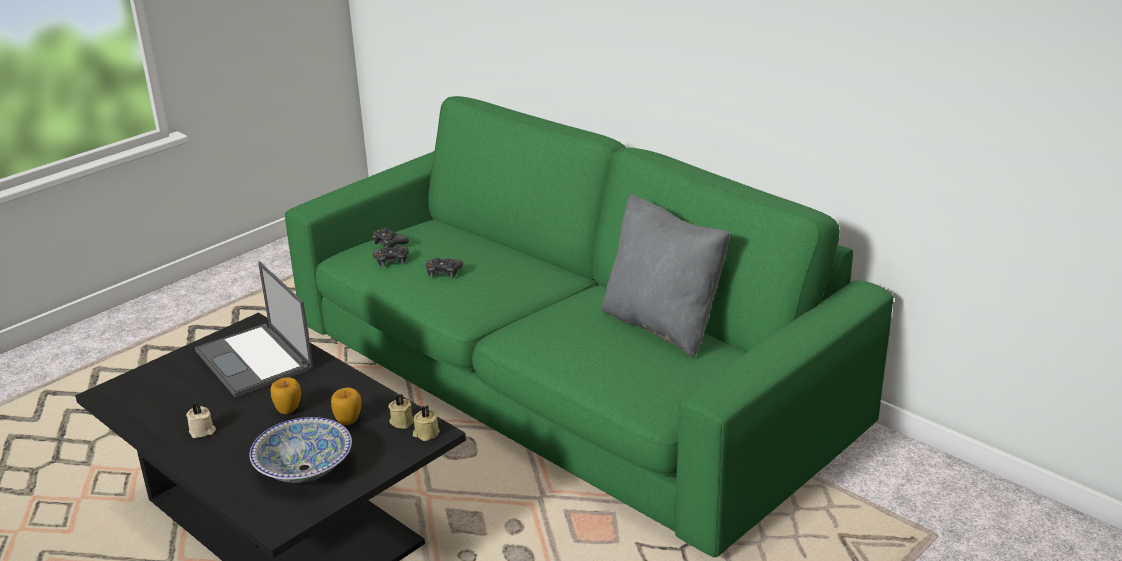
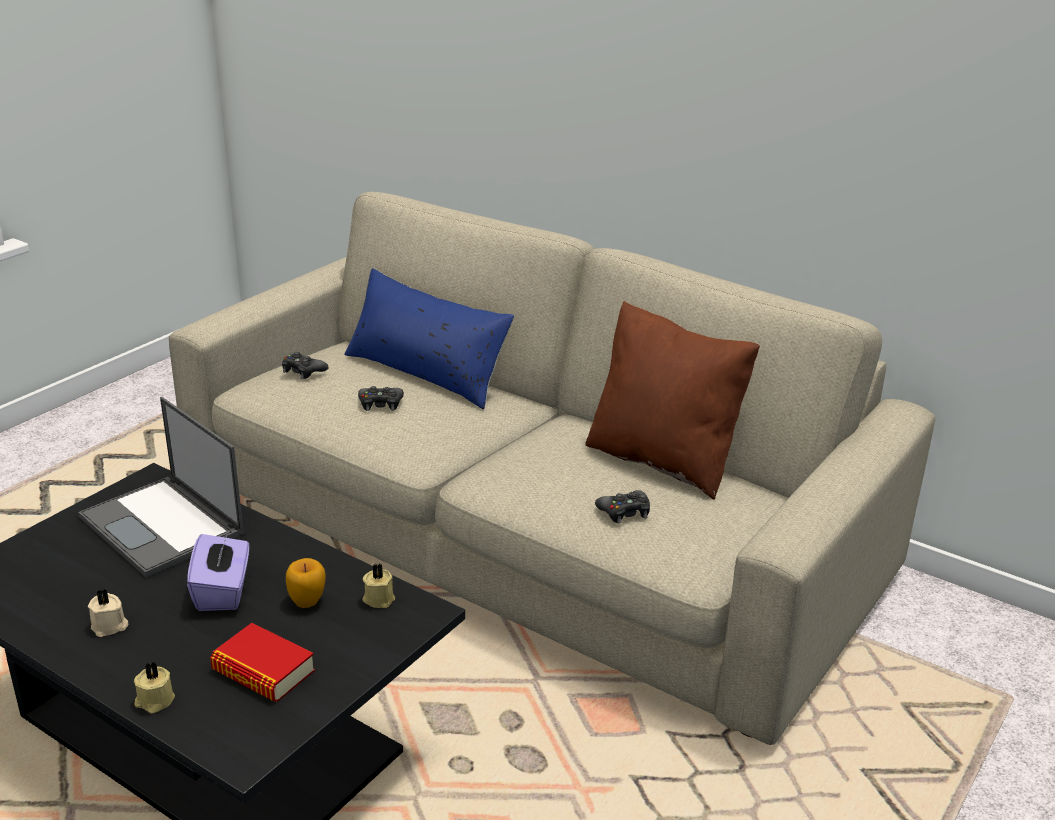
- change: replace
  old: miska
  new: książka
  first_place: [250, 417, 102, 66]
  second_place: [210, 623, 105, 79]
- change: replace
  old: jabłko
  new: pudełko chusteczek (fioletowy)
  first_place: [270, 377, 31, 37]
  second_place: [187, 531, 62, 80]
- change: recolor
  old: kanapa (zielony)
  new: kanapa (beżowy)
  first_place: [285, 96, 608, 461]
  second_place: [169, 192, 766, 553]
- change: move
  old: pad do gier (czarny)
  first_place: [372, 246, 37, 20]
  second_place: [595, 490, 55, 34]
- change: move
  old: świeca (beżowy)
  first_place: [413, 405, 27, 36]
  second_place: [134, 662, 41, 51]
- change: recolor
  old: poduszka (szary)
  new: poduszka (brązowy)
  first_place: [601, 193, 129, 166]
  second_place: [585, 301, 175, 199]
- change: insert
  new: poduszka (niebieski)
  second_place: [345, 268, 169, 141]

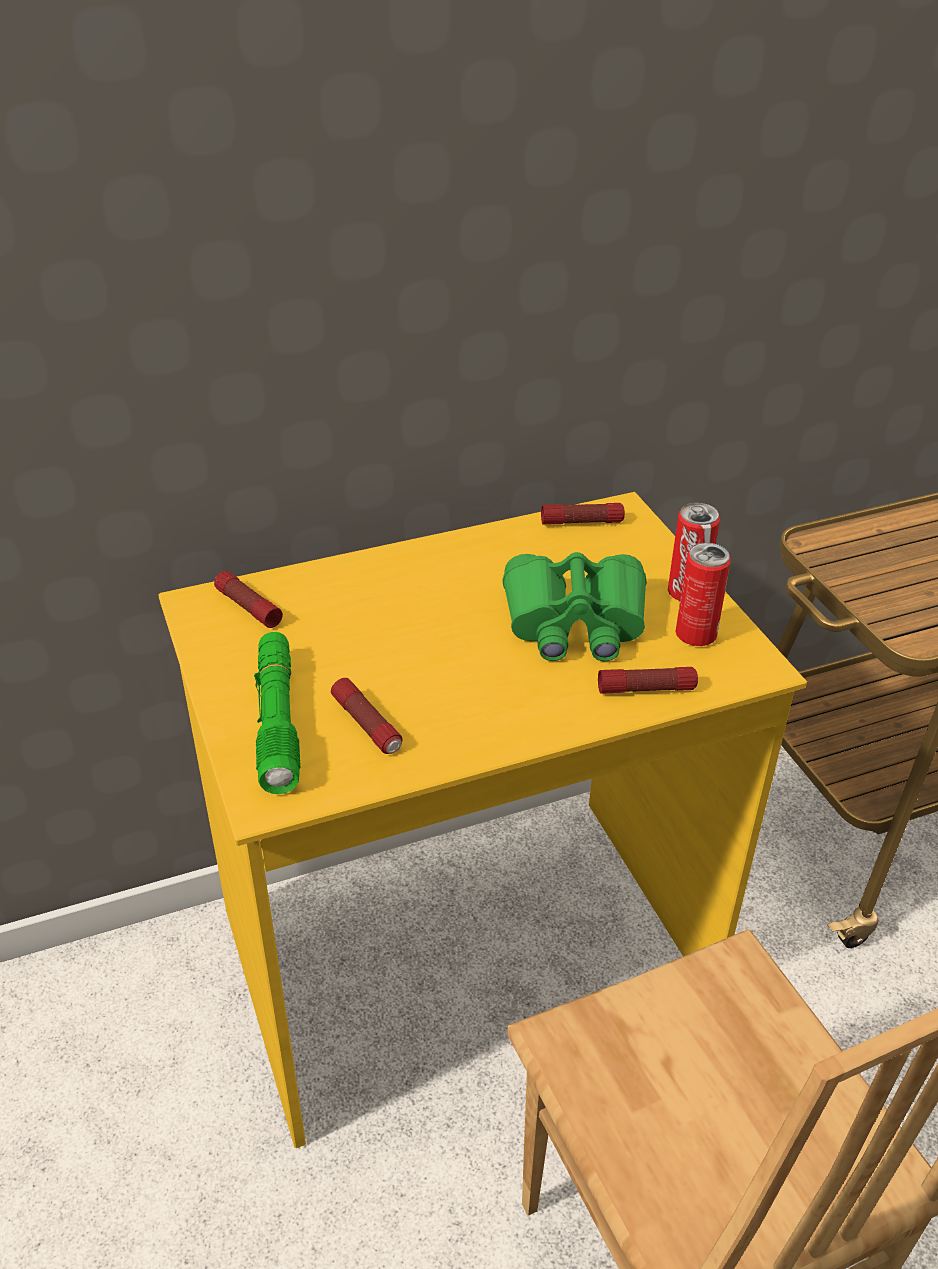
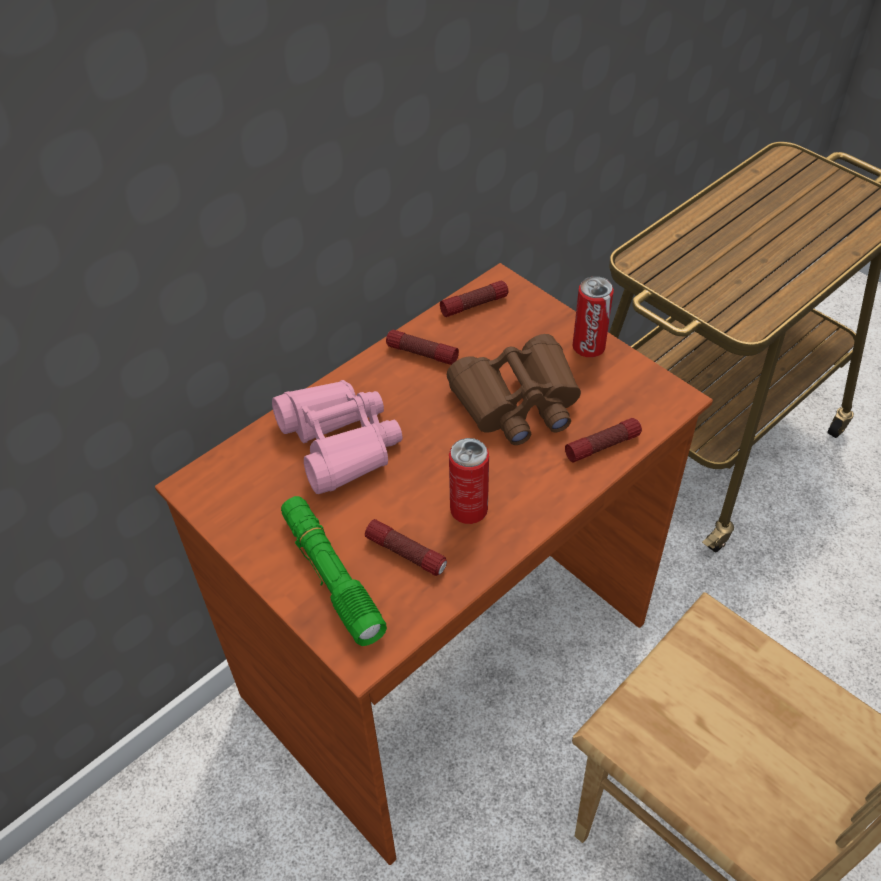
- change: recolor
  old: biurko (żółty)
  new: biurko (brązowy)
  first_place: [158, 492, 649, 656]
  second_place: [155, 263, 558, 602]
- change: move
  old: latarka
  first_place: [214, 571, 69, 57]
  second_place: [386, 330, 73, 35]
- change: recolor
  old: lornetka (zielony)
  new: lornetka (brązowy)
  first_place: [503, 552, 144, 109]
  second_place: [447, 334, 134, 111]
- change: move
  old: puszka
  first_place: [675, 542, 56, 104]
  second_place: [449, 438, 40, 86]
- change: insert
  new: lornetka (różowy)
  second_place: [272, 380, 130, 114]

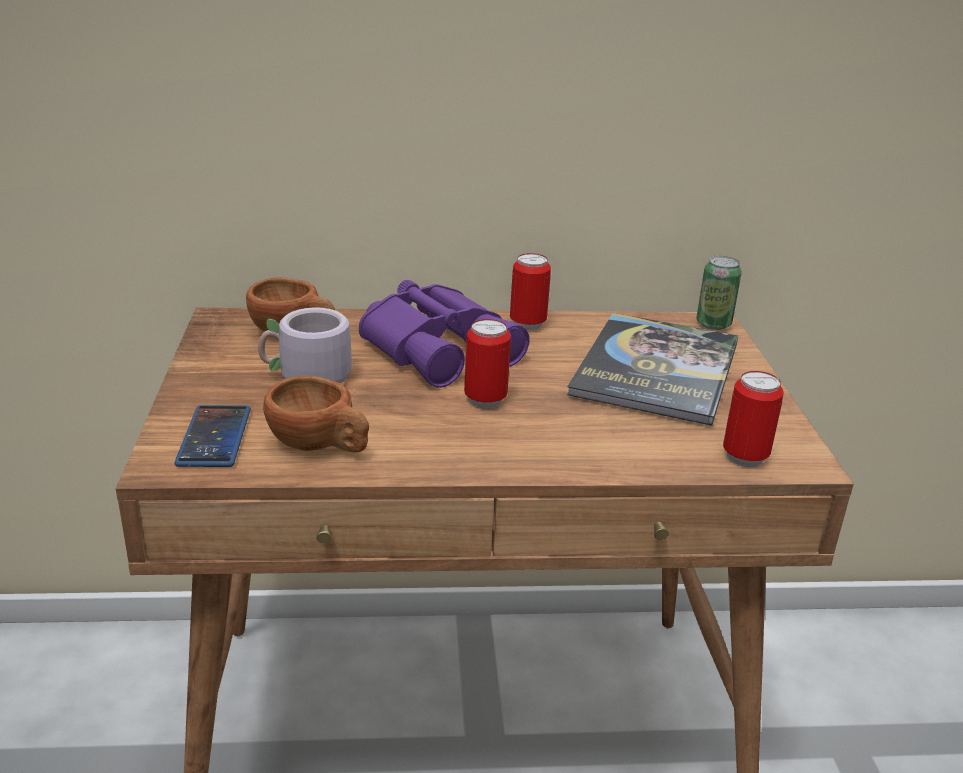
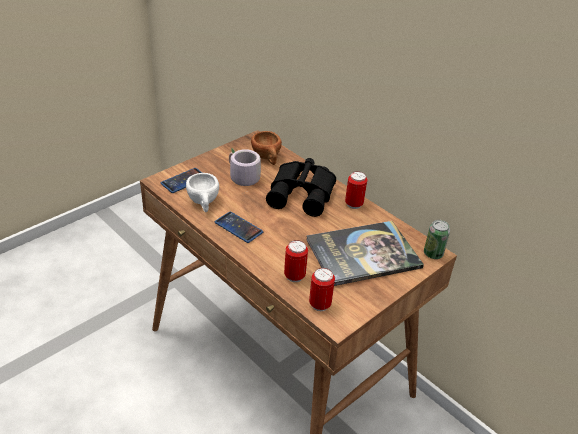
- change: recolor
  old: filiżanka (brązowy)
  new: filiżanka (biały)
  first_place: [263, 375, 106, 78]
  second_place: [186, 173, 33, 39]
- change: recolor
  old: lornetka (fioletowy)
  new: lornetka (czarny)
  first_place: [359, 280, 170, 108]
  second_place: [266, 158, 70, 59]
- change: move
  old: puszka
  first_place: [464, 319, 47, 89]
  second_place: [284, 240, 24, 42]
- change: insert
  new: telefon
  second_place: [215, 211, 49, 32]

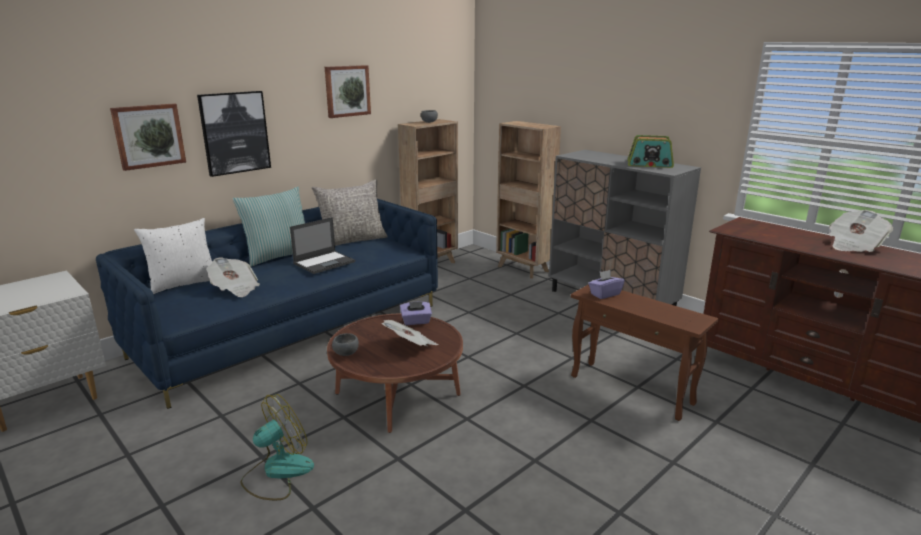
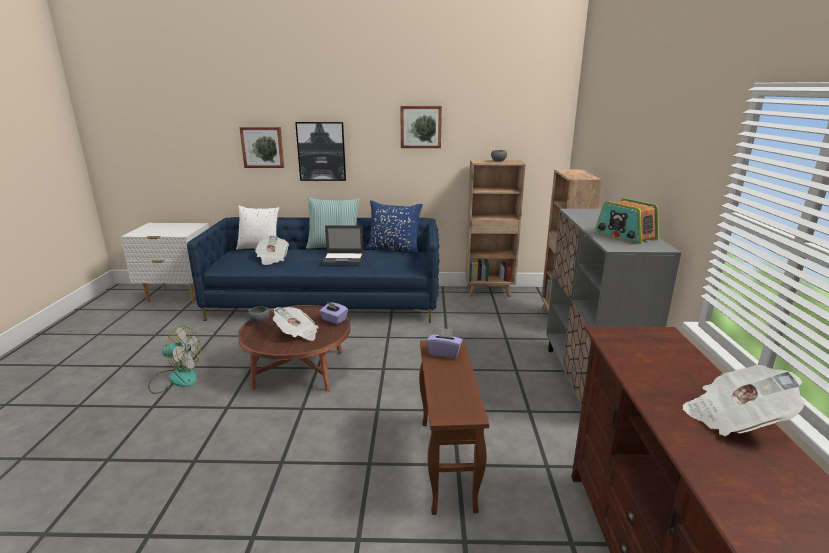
- change: recolor
  old: poduszka (szary)
  new: poduszka (niebieski)
  first_place: [312, 179, 76, 67]
  second_place: [365, 200, 58, 54]

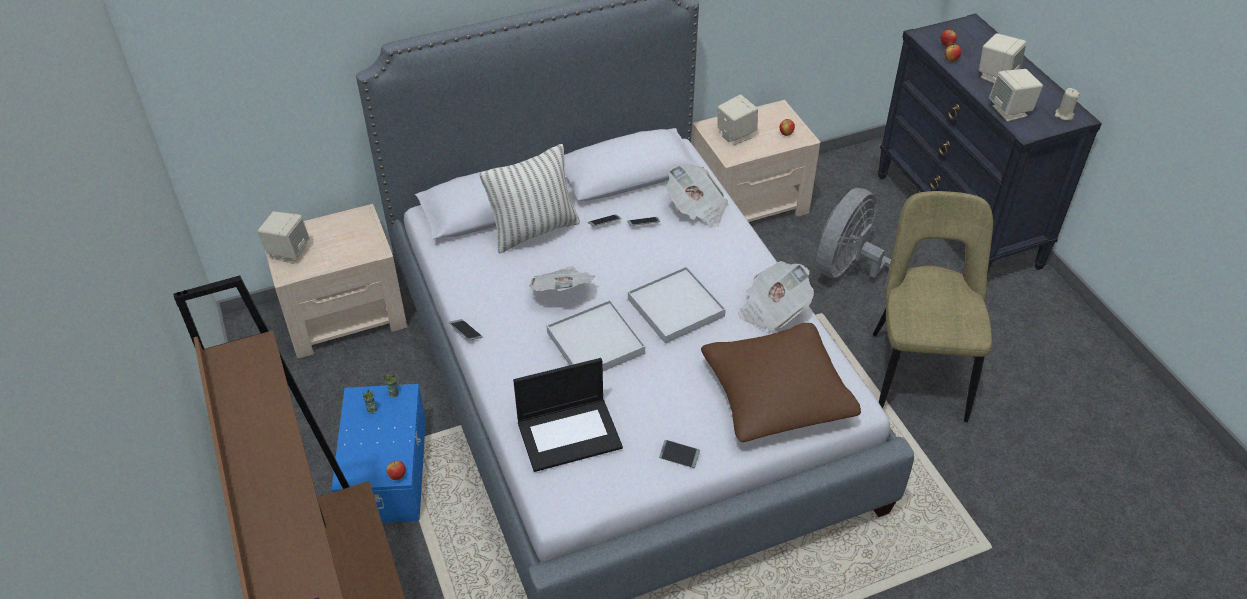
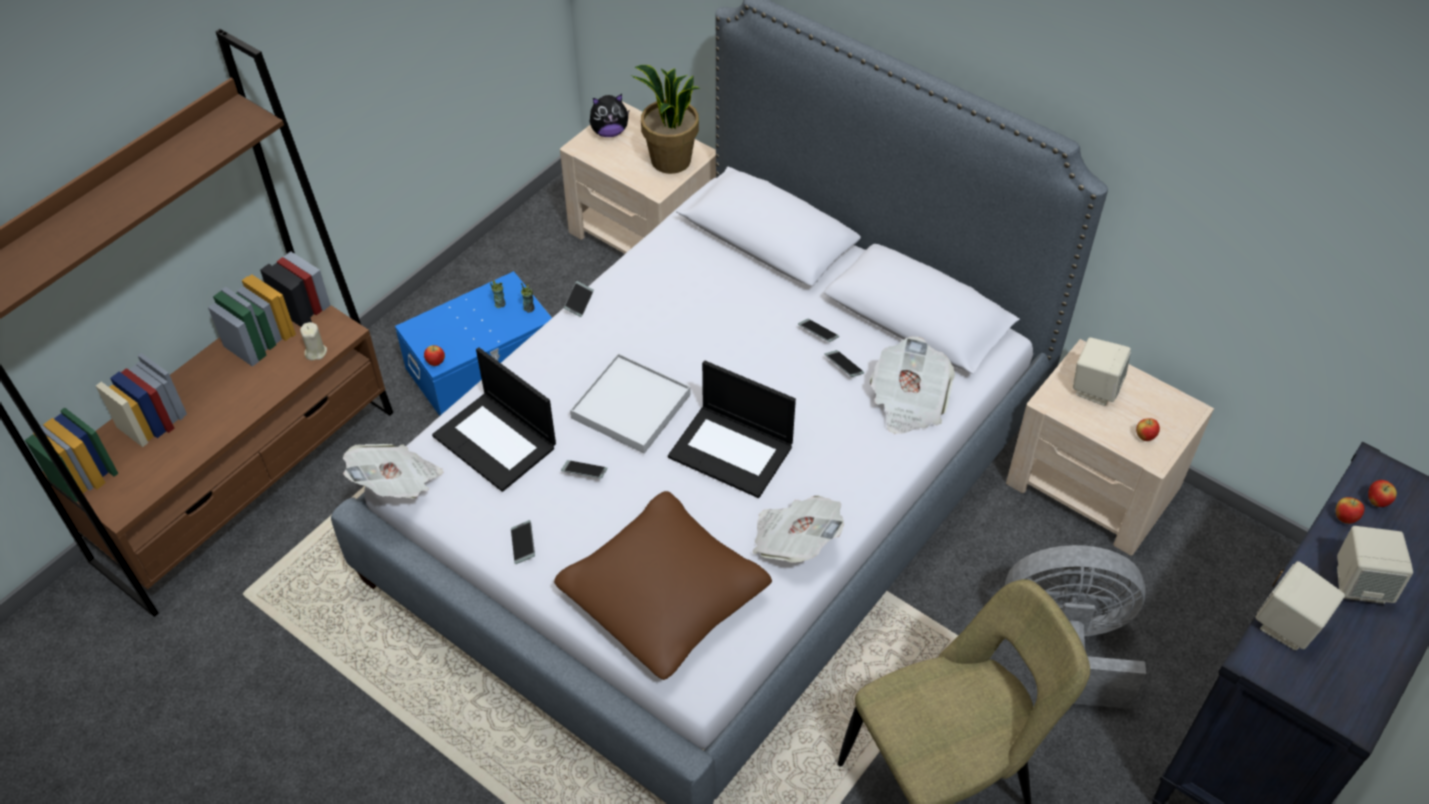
- change: replace
  old: głośnik (beżowy)
  new: pluszak
  first_place: [258, 211, 52, 53]
  second_place: [590, 94, 40, 43]
- change: delete
  old: poduszka
  first_place: [480, 144, 100, 109]
- change: move
  old: gazeta
  first_place: [529, 267, 66, 24]
  second_place: [343, 444, 100, 55]
- change: replace
  old: taca (biały)
  new: laptop
  first_place: [628, 266, 98, 78]
  second_place: [668, 360, 128, 138]
- change: move
  old: świeca (beżowy)
  first_place: [1055, 88, 25, 32]
  second_place: [300, 322, 27, 39]
- change: insert
  new: telefon
  second_place: [561, 460, 46, 18]
- change: insert
  new: roślina doniczkowa
  second_place: [631, 65, 69, 109]

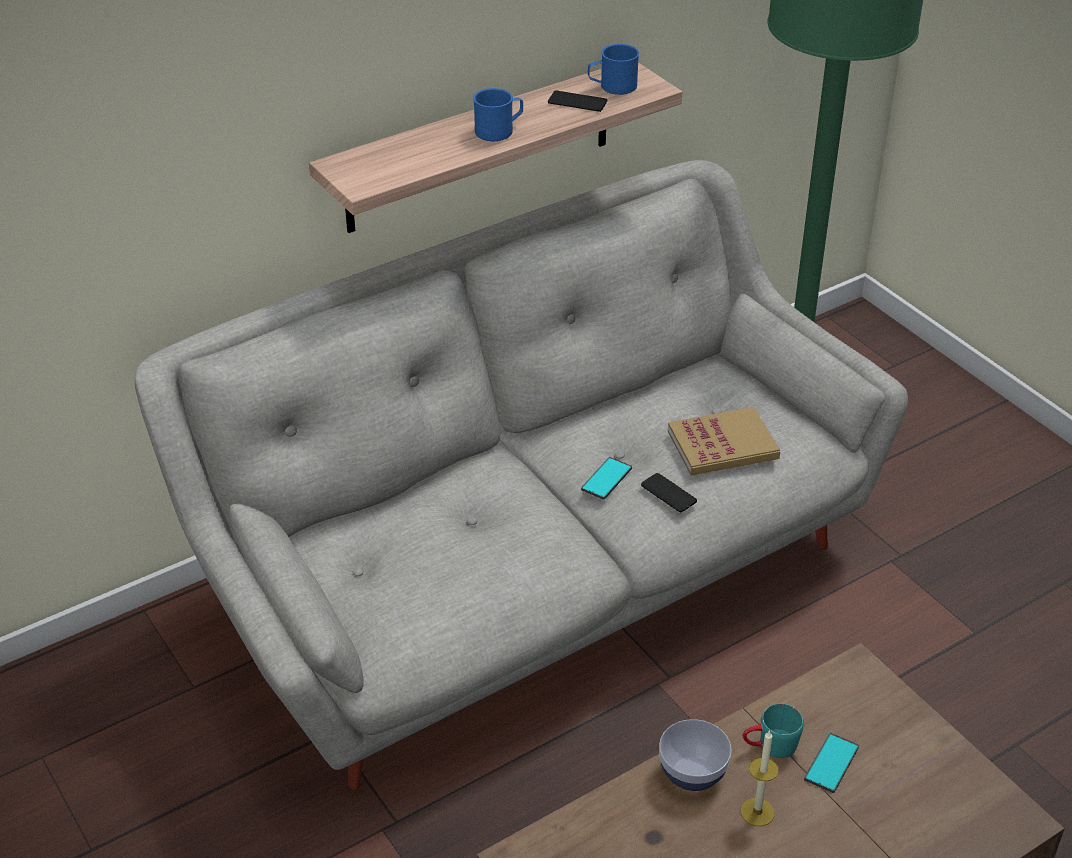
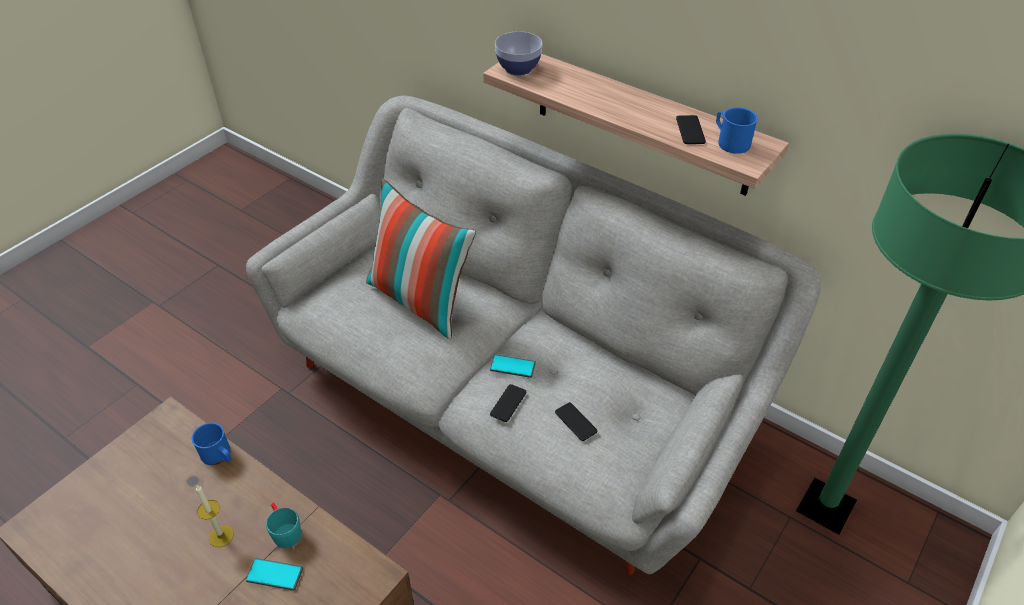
- change: move
  old: kubek (niebieski)
  first_place: [473, 88, 50, 53]
  second_place: [192, 422, 39, 43]
- change: move
  old: miska
  first_place: [659, 719, 73, 72]
  second_place: [495, 31, 48, 44]
- change: replace
  old: książka
  new: telefon
  first_place: [668, 407, 112, 69]
  second_place: [555, 402, 42, 39]
- change: insert
  new: poduszka
  second_place: [366, 179, 110, 161]

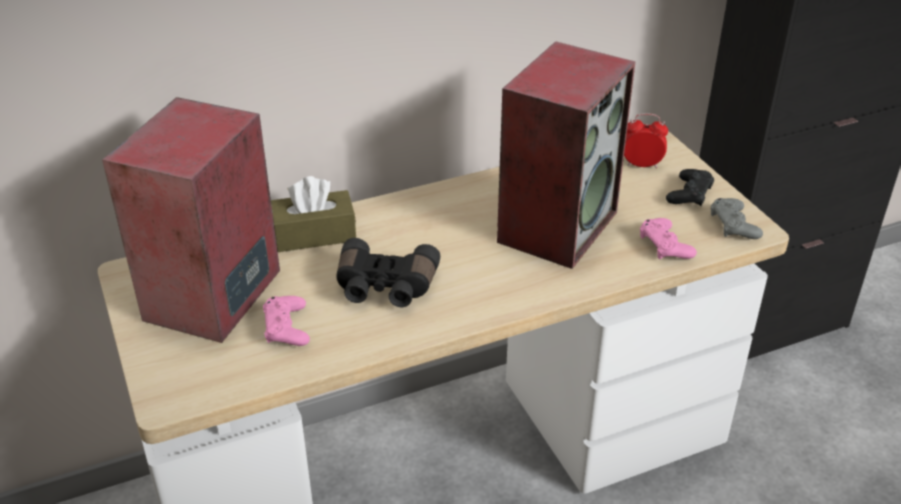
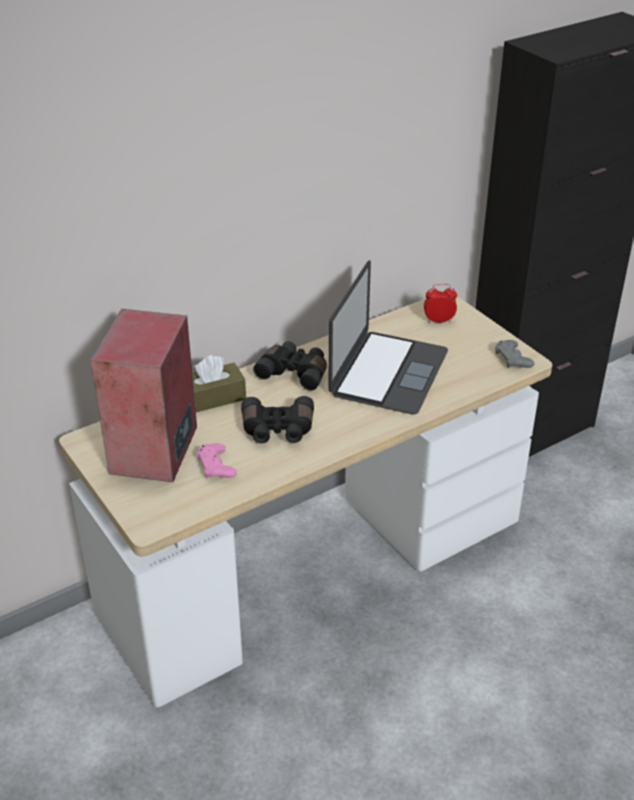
- change: replace
  old: głośnik
  new: laptop
  first_place: [497, 41, 138, 228]
  second_place: [328, 260, 120, 154]
- change: delete
  old: pad do gier (różowy)
  first_place: [640, 218, 57, 41]
- change: delete
  old: pad do gier (czarny)
  first_place: [666, 169, 48, 37]
- change: insert
  new: lornetka (czarny)
  second_place: [253, 341, 74, 50]

